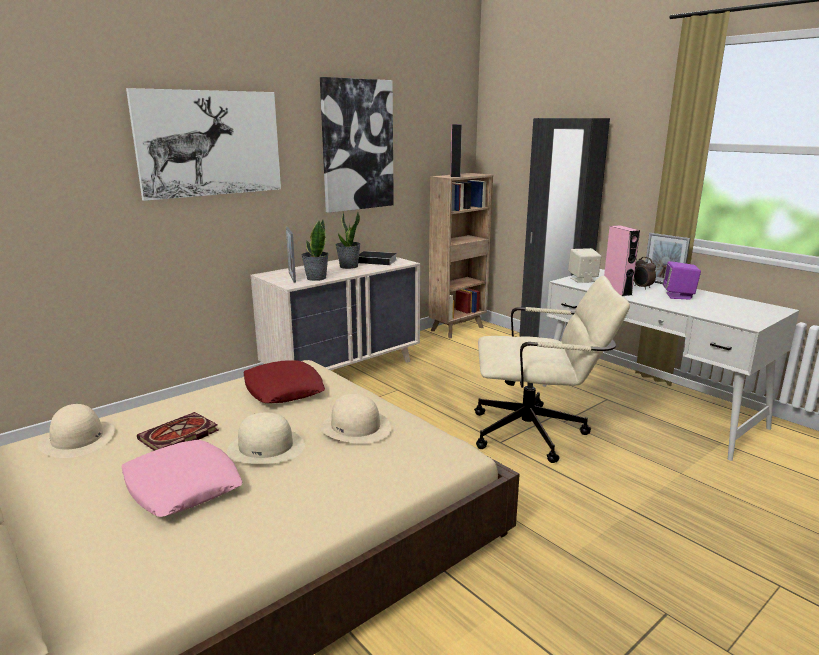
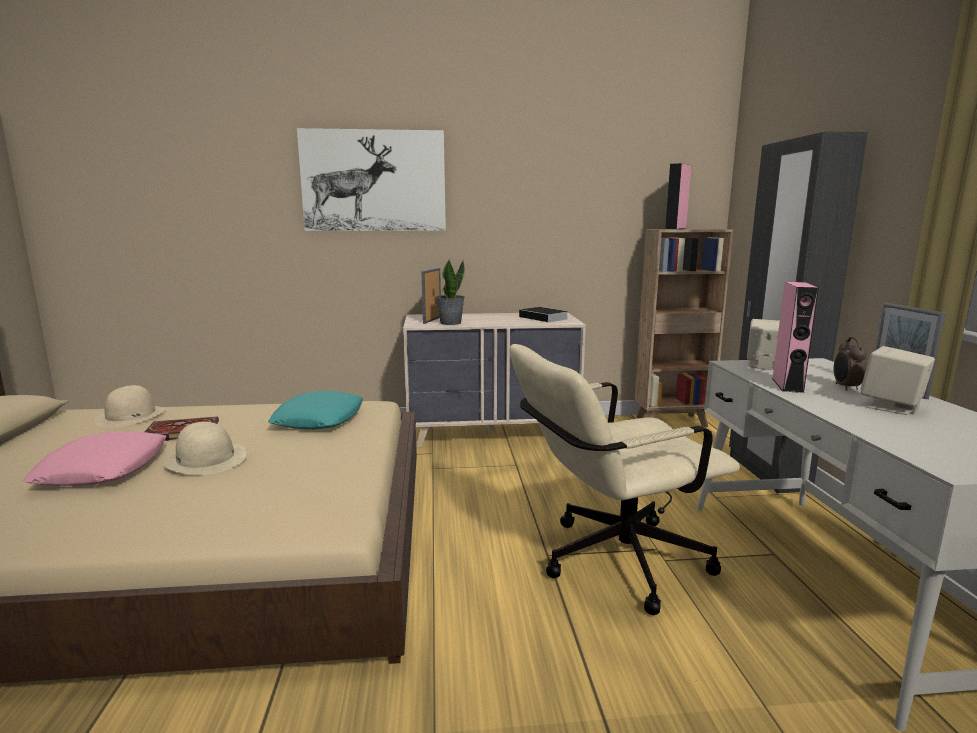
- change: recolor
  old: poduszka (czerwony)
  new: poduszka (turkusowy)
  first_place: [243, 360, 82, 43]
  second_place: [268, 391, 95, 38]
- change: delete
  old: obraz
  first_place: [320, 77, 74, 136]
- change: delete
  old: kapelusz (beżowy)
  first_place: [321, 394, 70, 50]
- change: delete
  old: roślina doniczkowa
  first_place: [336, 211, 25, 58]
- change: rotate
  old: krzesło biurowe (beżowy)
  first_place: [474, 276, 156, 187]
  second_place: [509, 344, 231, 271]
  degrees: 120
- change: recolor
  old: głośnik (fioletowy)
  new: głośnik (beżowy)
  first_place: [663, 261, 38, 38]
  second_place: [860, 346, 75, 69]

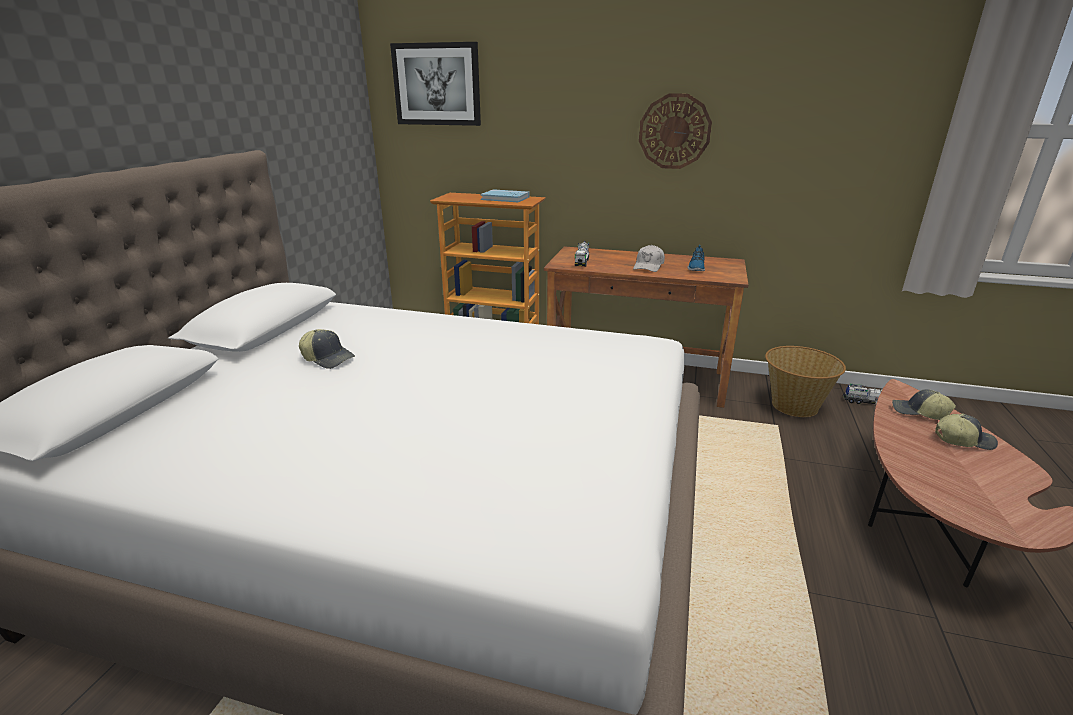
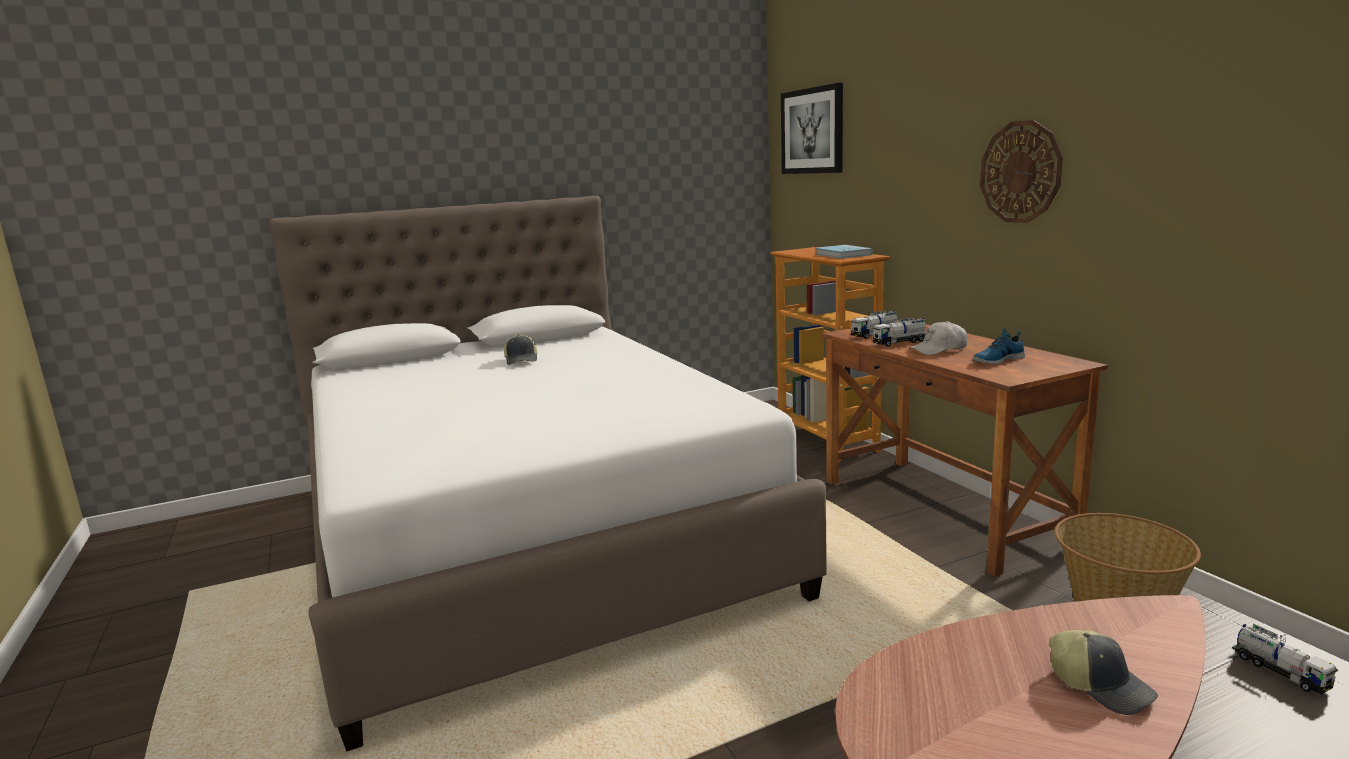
- change: delete
  old: czapka z daszkiem
  first_place: [892, 389, 64, 31]
- change: insert
  new: ciężarówka zabawkowa
  second_place: [873, 317, 53, 30]

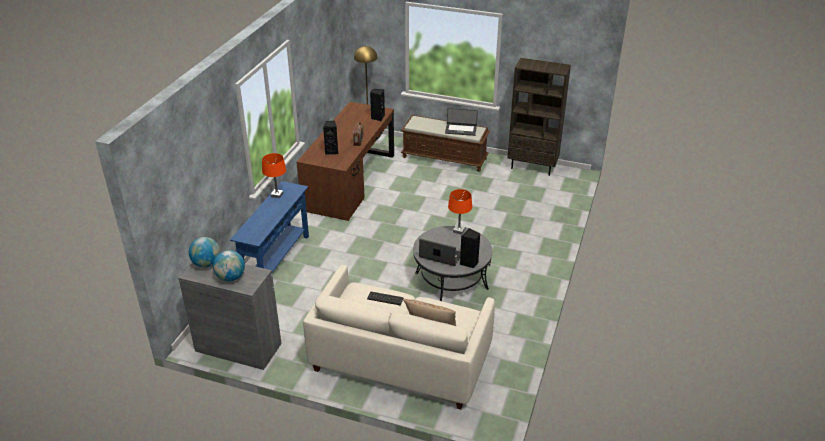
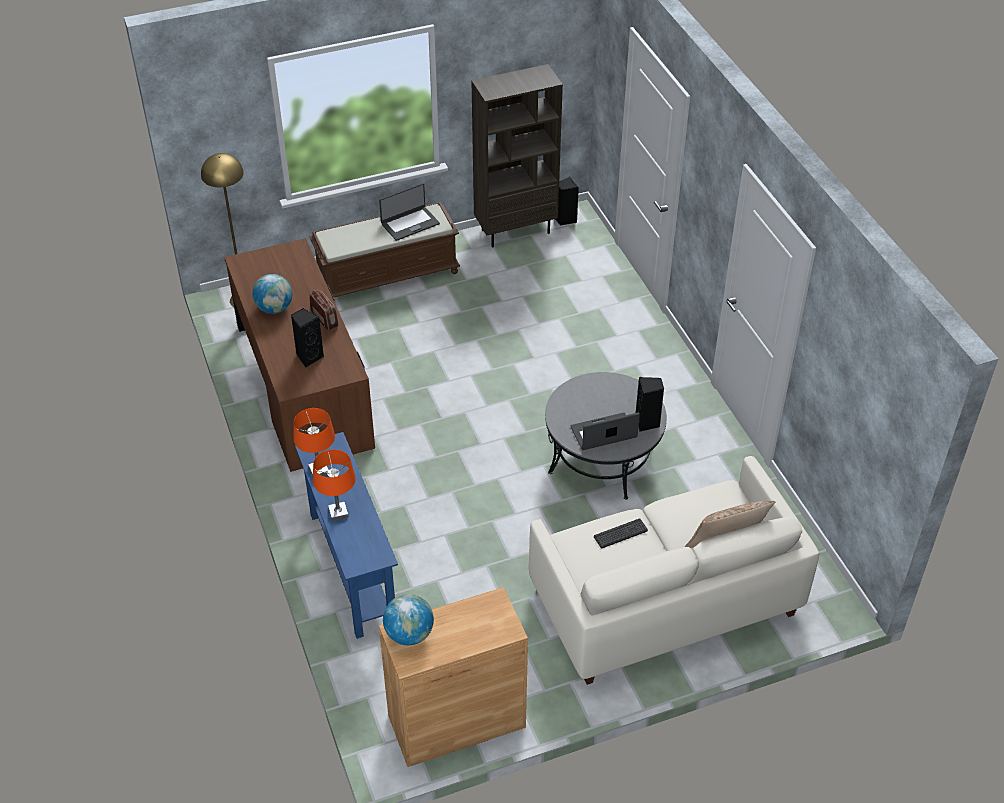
- change: recolor
  old: szafka (szary)
  new: szafka (brązowy)
  first_place: [179, 262, 103, 108]
  second_place: [379, 587, 149, 180]
- change: move
  old: globus
  first_place: [213, 250, 32, 31]
  second_place: [252, 274, 40, 40]
- change: move
  old: głośnik (czarny)
  first_place: [370, 89, 15, 32]
  second_place: [555, 177, 24, 48]
- change: move
  old: lampa stołowa (pomarańczowy)
  first_place: [448, 189, 24, 46]
  second_place: [313, 449, 43, 73]

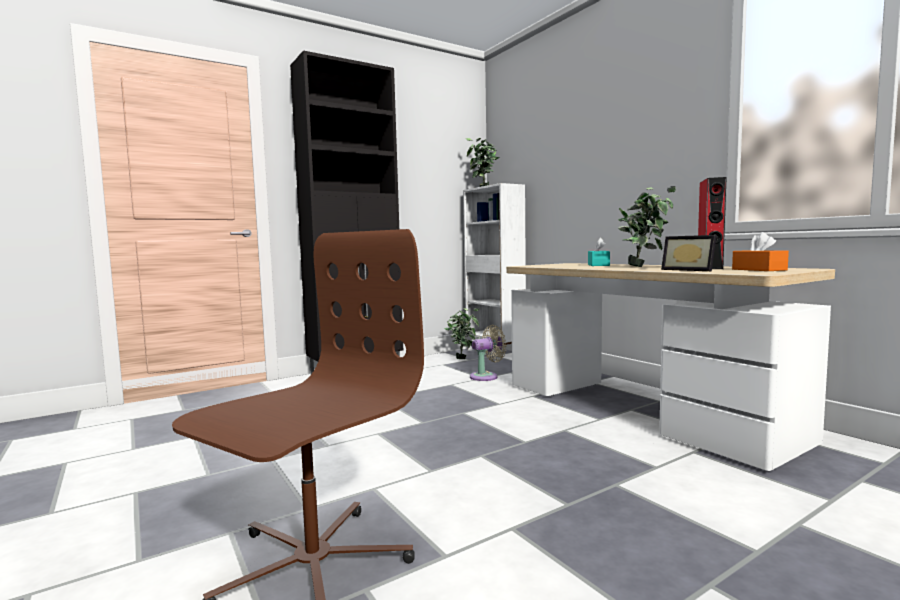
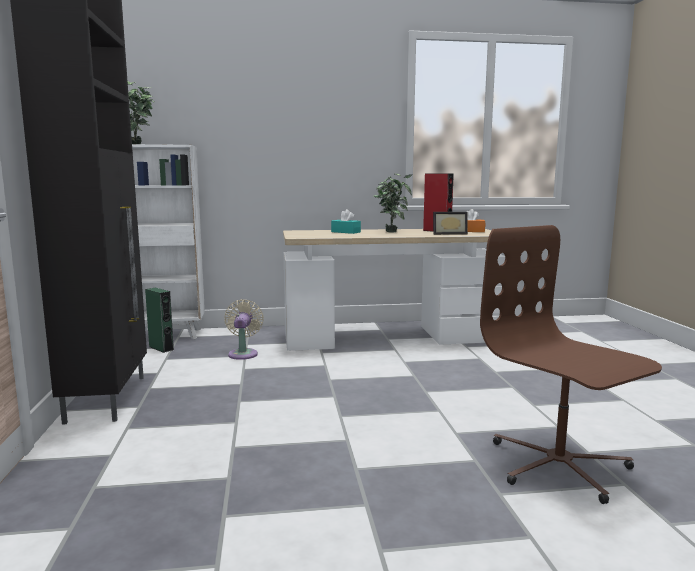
- change: replace
  old: roślina doniczkowa
  new: głośnik (zielony)
  first_place: [444, 308, 36, 51]
  second_place: [145, 288, 29, 65]

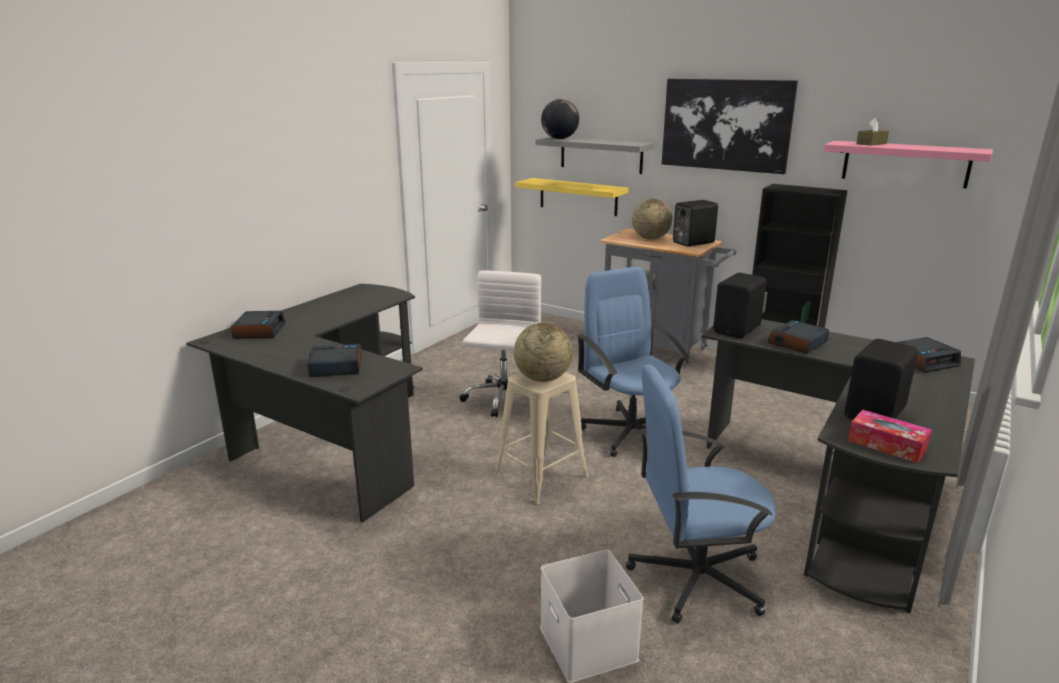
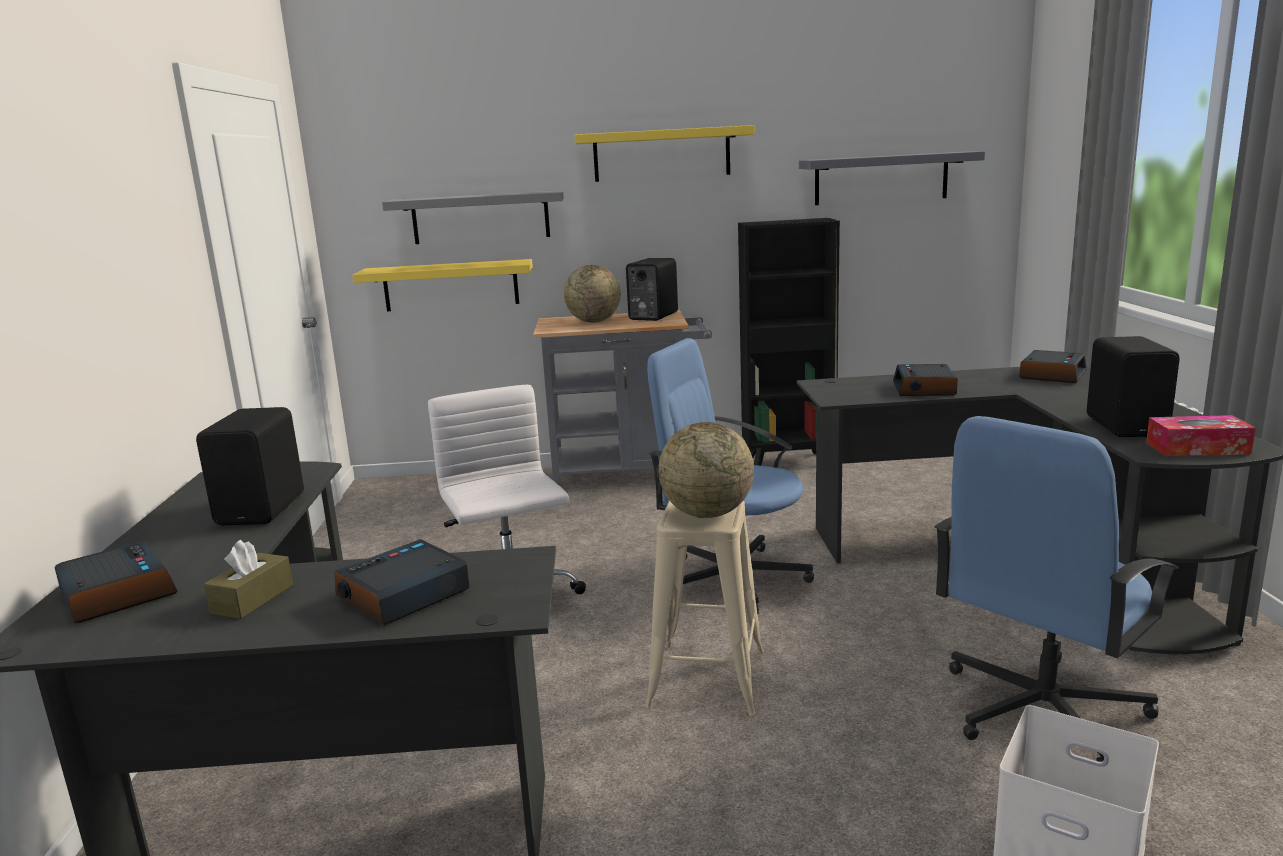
- change: delete
  old: globus
  first_place: [541, 99, 38, 40]
- change: replace
  old: obraz
  new: półka (żółty)
  first_place: [662, 79, 136, 95]
  second_place: [574, 125, 181, 57]
- change: move
  old: głośnik (czarny)
  first_place: [713, 273, 53, 65]
  second_place: [196, 407, 108, 118]
- change: recolor
  old: półka (różowy)
  new: półka (szary)
  first_place: [824, 141, 169, 47]
  second_place: [799, 151, 186, 54]
- change: move
  old: pudełko chusteczek (brązowy)
  first_place: [856, 118, 33, 28]
  second_place: [204, 540, 89, 79]

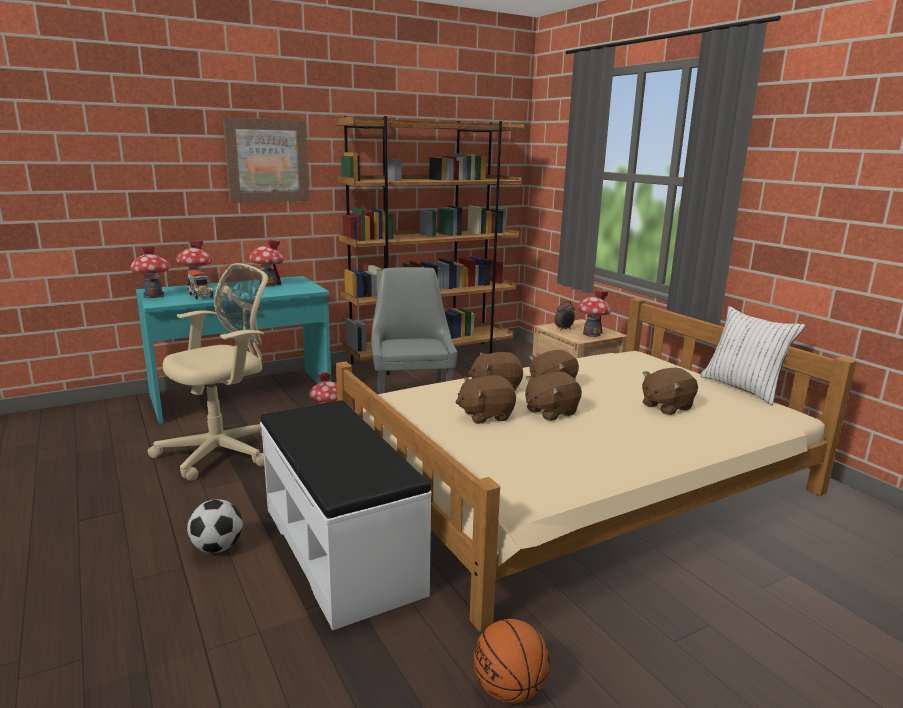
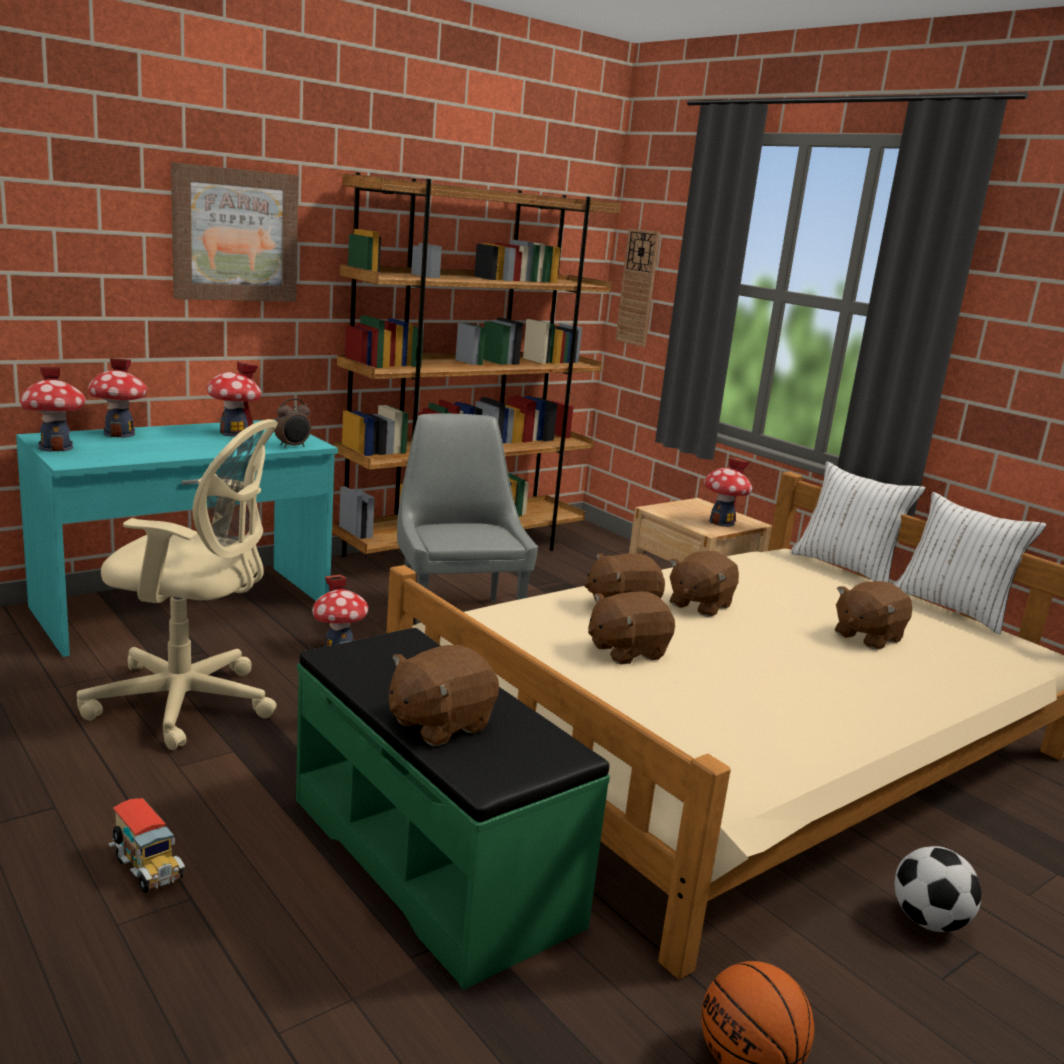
- change: rotate
  old: krzesło biurowe (beżowy)
  first_place: [148, 263, 120, 218]
  second_place: [77, 419, 201, 331]
  degrees: 60
- change: move
  old: ciężarówka zabawkowa
  first_place: [186, 270, 27, 29]
  second_place: [108, 798, 77, 95]
- change: move
  old: piłka futbolowa
  first_place: [187, 499, 56, 54]
  second_place: [894, 846, 87, 86]
- change: recolor
  old: ławka (biały)
  new: ławka (zielony)
  first_place: [260, 400, 172, 231]
  second_place: [296, 628, 314, 362]
- change: move
  old: pluszak (brązowy)
  first_place: [525, 372, 57, 49]
  second_place: [389, 645, 110, 101]
- change: move
  old: budzik
  first_place: [554, 301, 21, 30]
  second_place: [274, 398, 37, 50]
- change: insert
  new: zegar ścienny
  second_place: [615, 229, 45, 118]
- change: insert
  new: poduszka (biały)
  second_place: [790, 462, 135, 120]

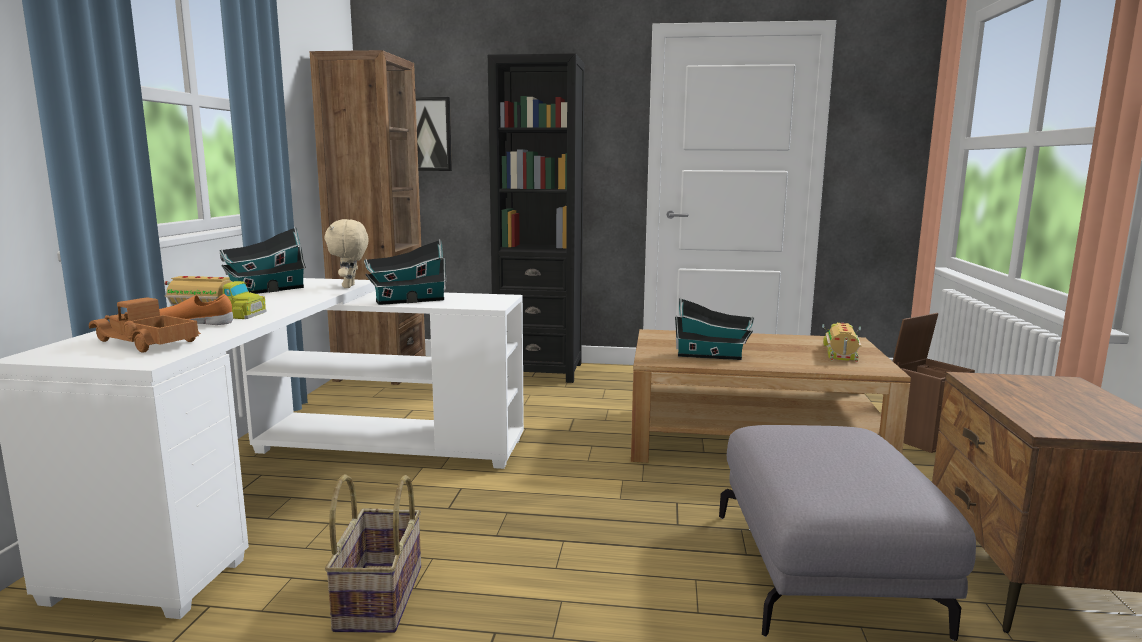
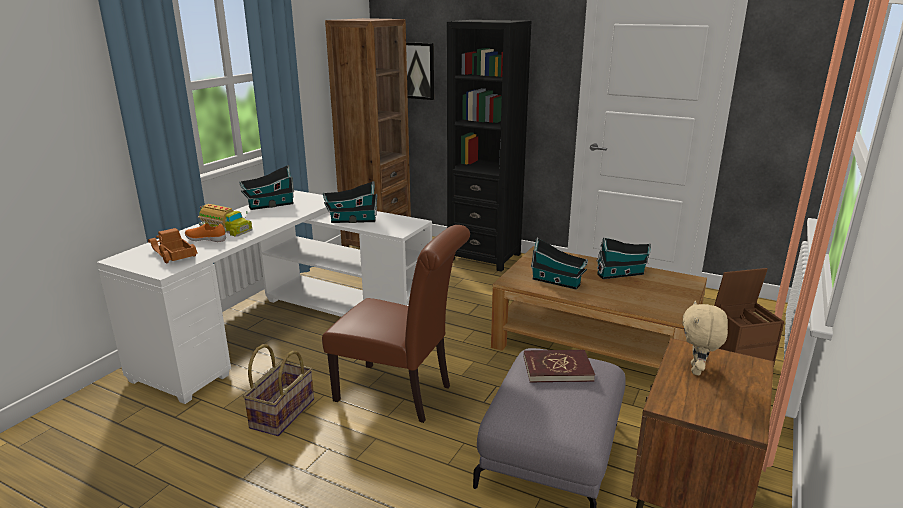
- change: move
  old: pluszak (beżowy)
  first_place: [325, 219, 44, 69]
  second_place: [683, 300, 45, 76]
- change: delete
  old: ciężarówka zabawkowa
  first_place: [822, 323, 40, 39]
- change: insert
  new: krzesło (brązowy)
  second_place: [322, 225, 148, 198]
- change: insert
  new: książka (czerwony)
  second_place: [524, 350, 71, 33]
- change: insert
  new: domek
  second_place: [596, 237, 55, 42]

